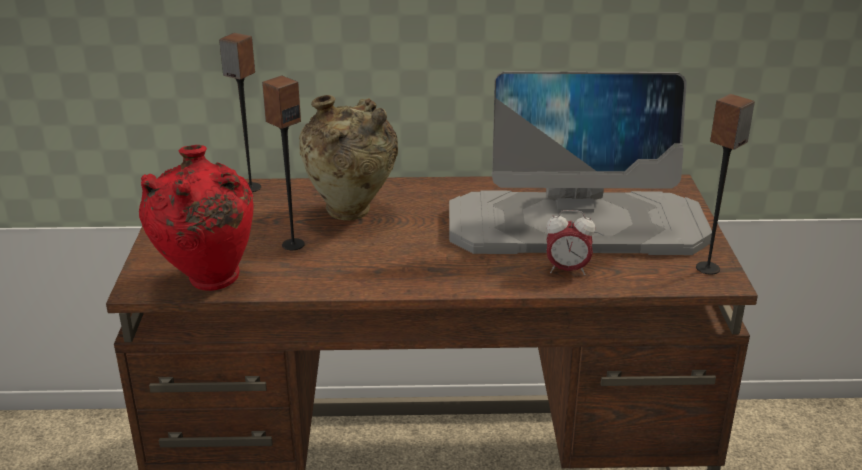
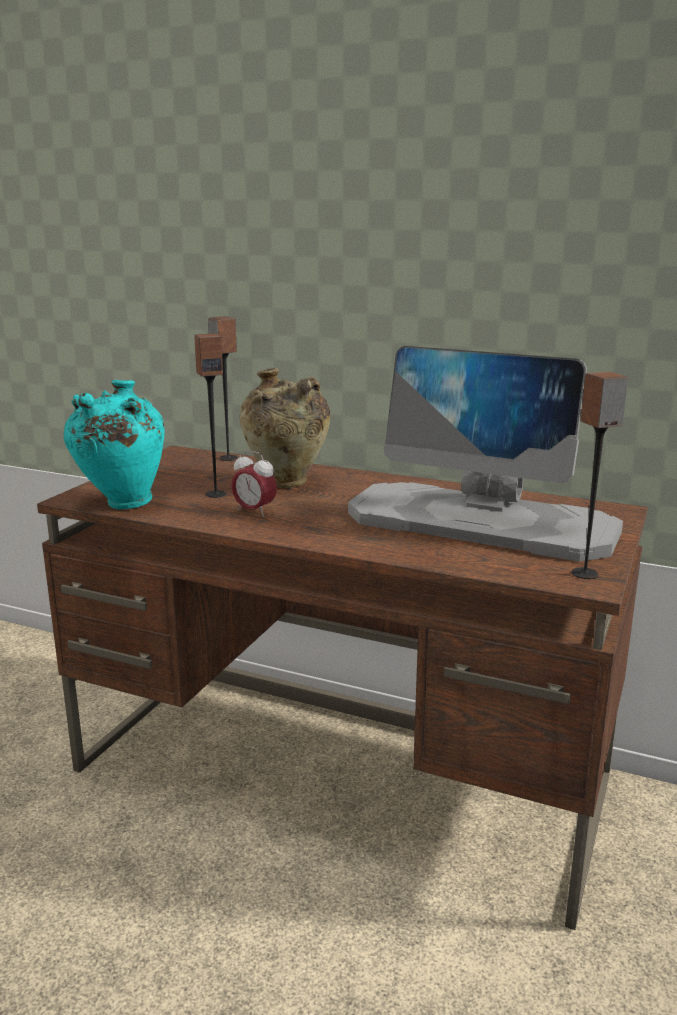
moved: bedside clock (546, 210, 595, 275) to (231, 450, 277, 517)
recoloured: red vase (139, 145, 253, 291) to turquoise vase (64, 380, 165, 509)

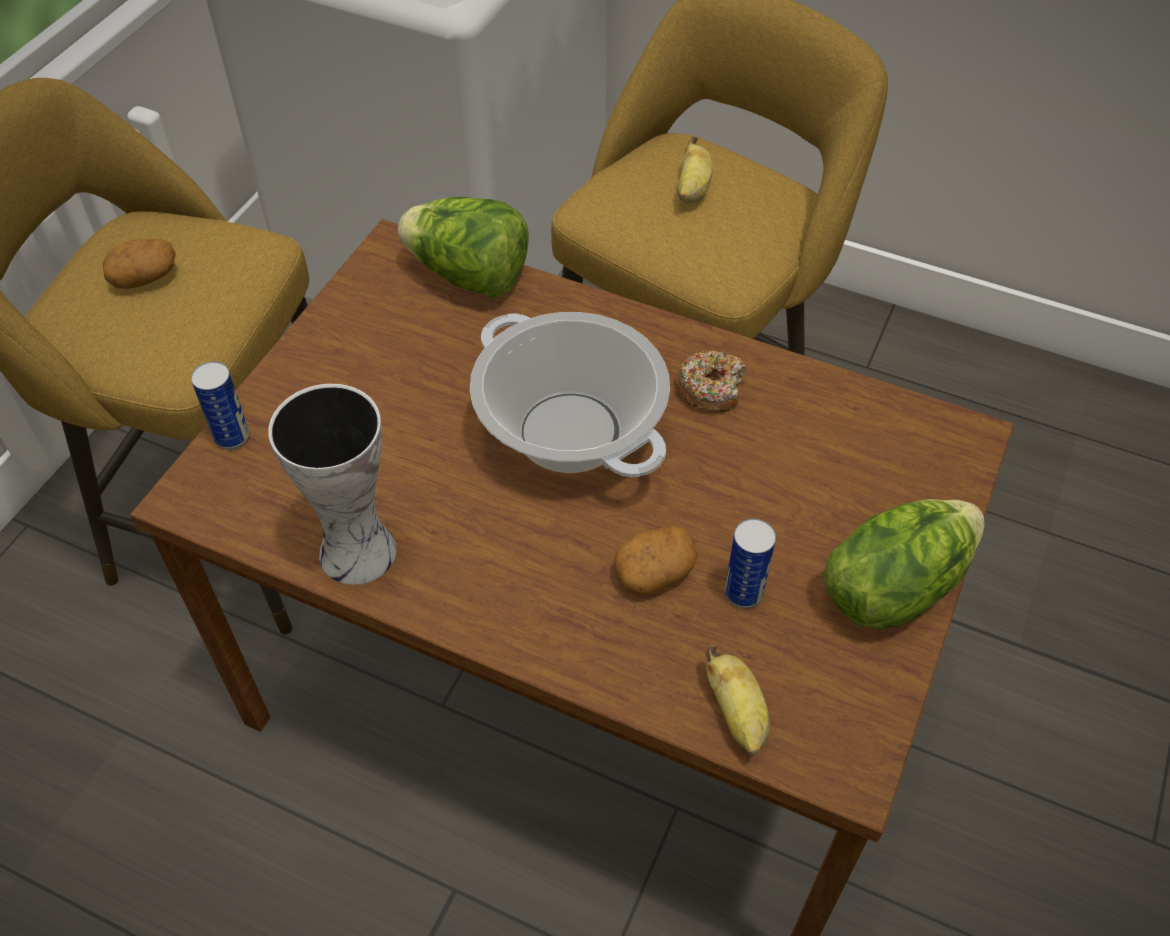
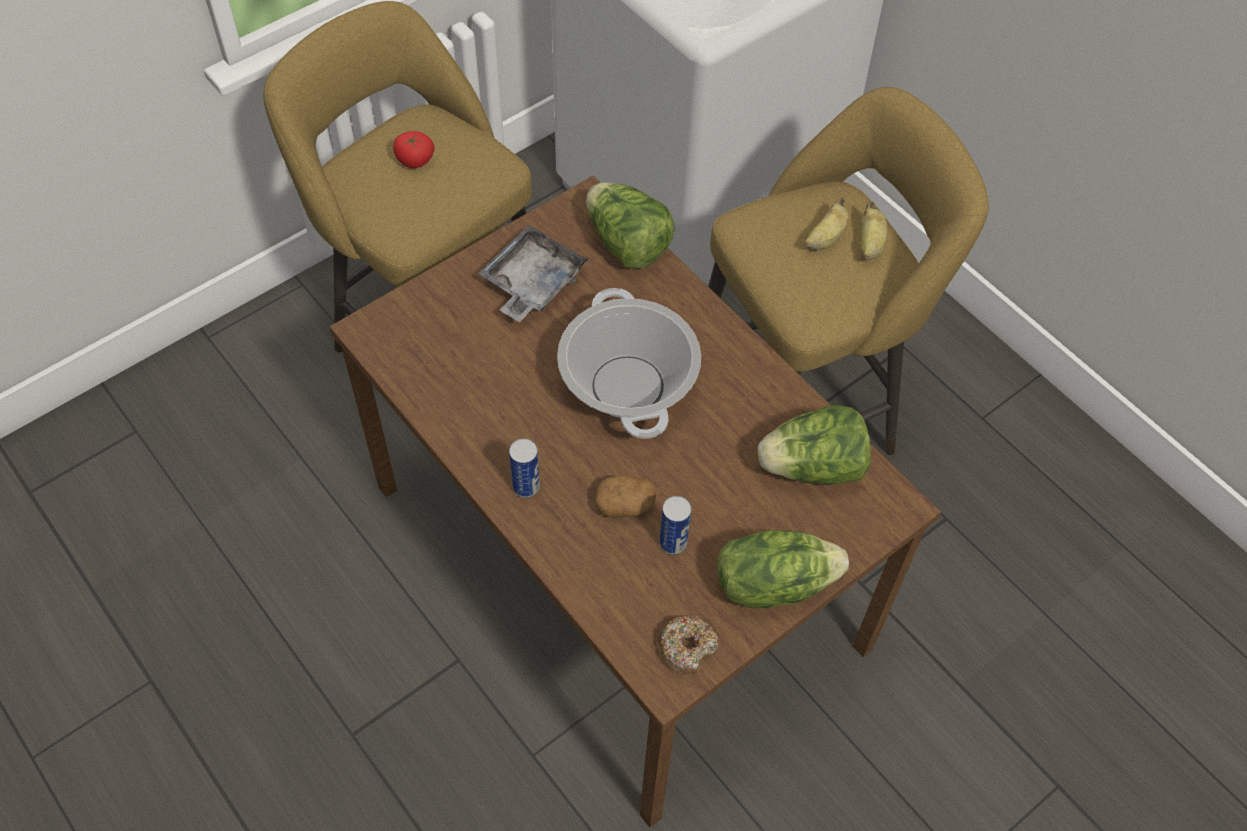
removed: vase (268, 384, 396, 585)
added: gray carrying tray (478, 225, 588, 322); head of lettuce (758, 404, 871, 485)
moved: sealed can (191, 362, 250, 450) to (509, 439, 540, 498); ring doughnut (675, 350, 746, 412) to (658, 616, 719, 675); whole banana (705, 645, 770, 756) to (860, 201, 887, 260)
replaced: spud (103, 239, 176, 289) to fresh tomato (393, 131, 435, 168)

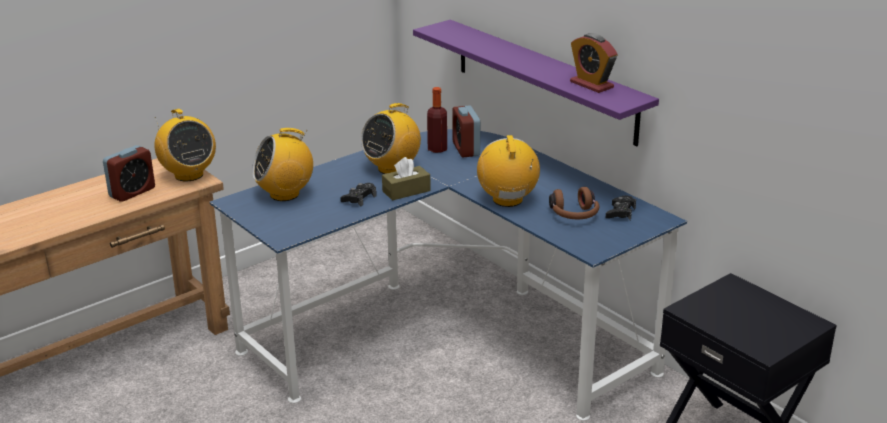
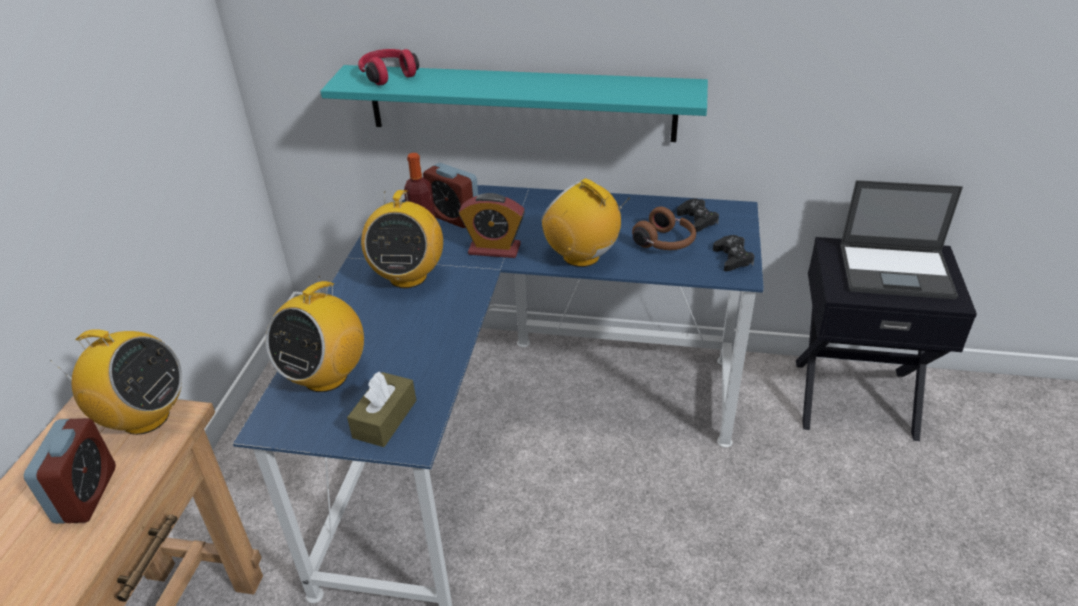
added: red pair of headphones (358, 49, 419, 85); portable computer (840, 180, 963, 300)
moved: black-coloured game controller (340, 183, 377, 207) to (713, 235, 755, 271); brown-coloured box of tissues (382, 157, 431, 200) to (347, 372, 416, 447); bedside clock (570, 33, 618, 93) to (459, 193, 525, 258)
recoloured: purple-coloured wall shelf (413, 20, 659, 146) to turquoise wall shelf (320, 65, 708, 142)

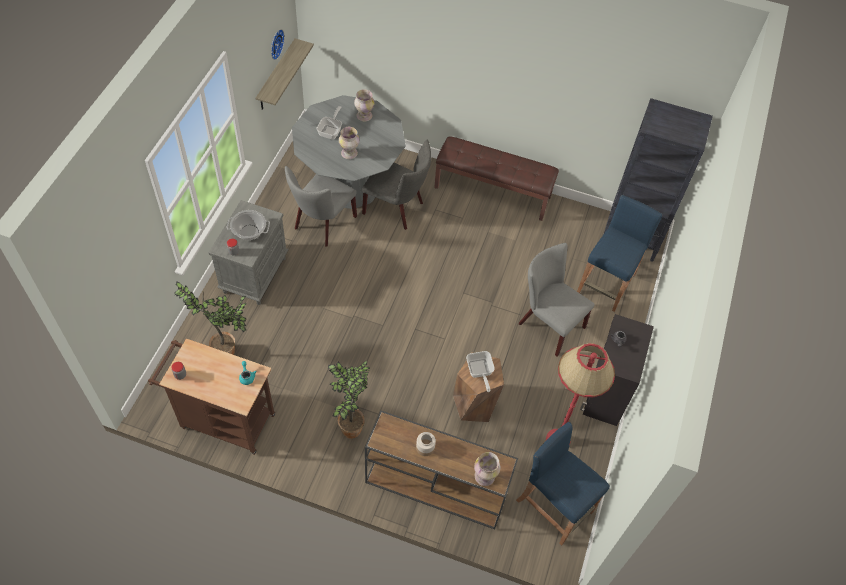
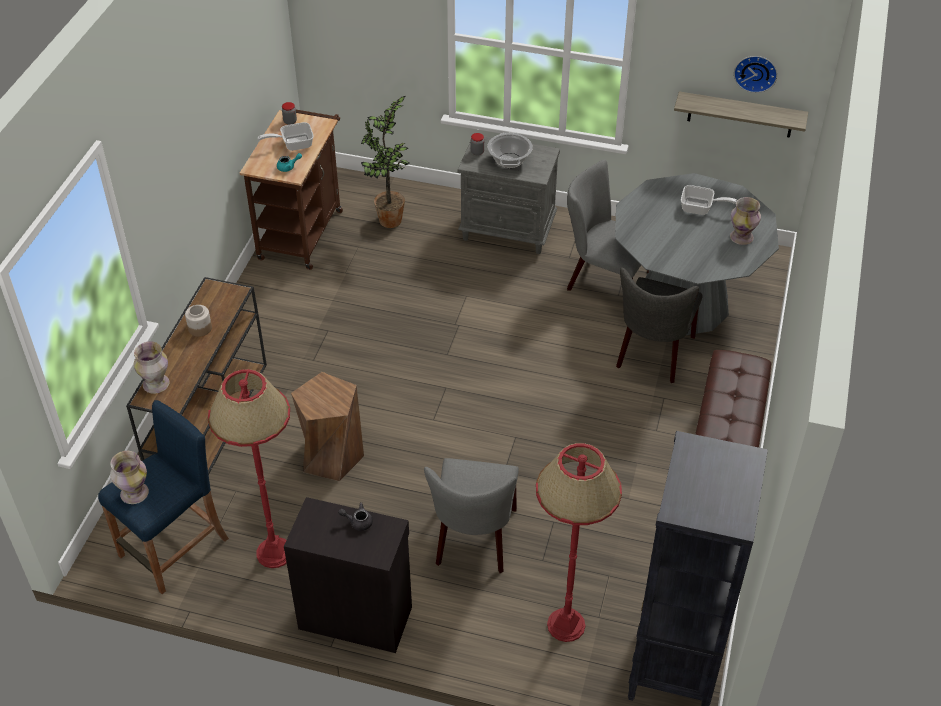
removed: houseplant (328, 361, 370, 439)
moved: vase (339, 127, 359, 159) to (110, 451, 149, 504); skillet (466, 351, 495, 392) to (257, 122, 314, 151)
replaced: blue-coloured sitting stool (577, 195, 662, 312) to red floor lamp (536, 443, 622, 642)
turned: gray plain chair (519, 243, 595, 357) = (424, 458, 519, 573) 150 degrees clockwise

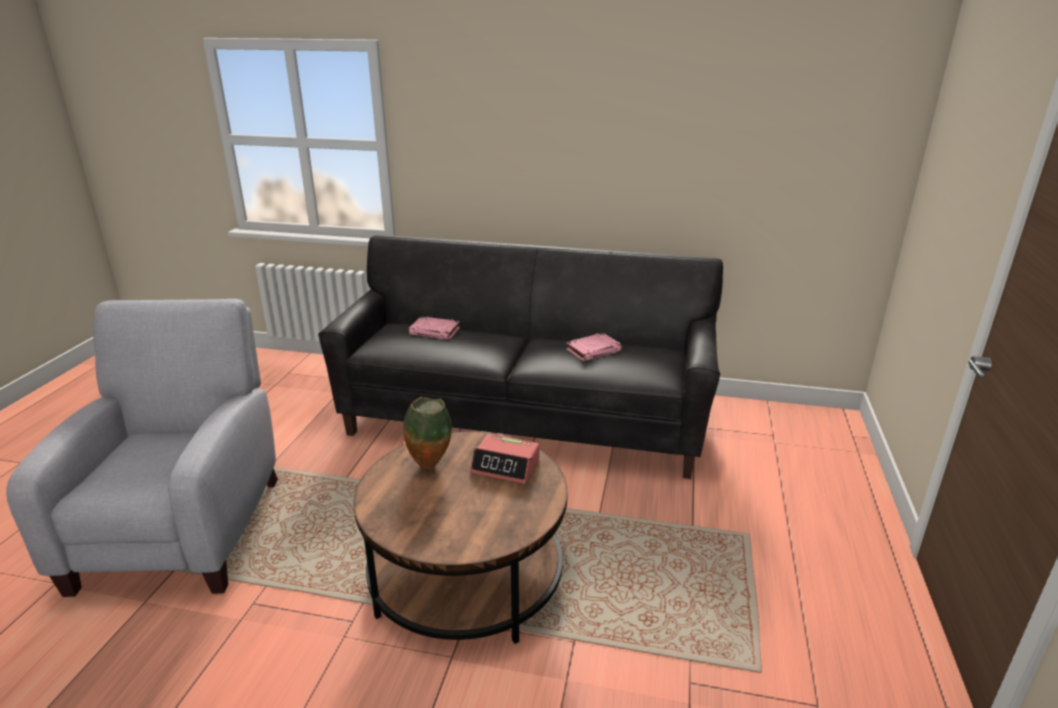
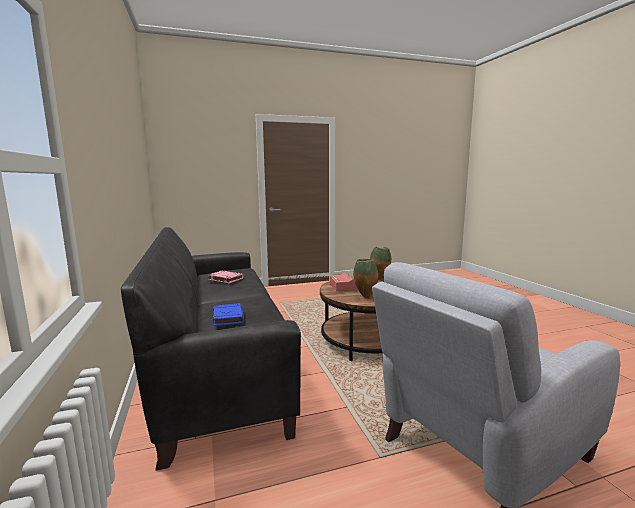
added: vase (370, 247, 391, 280)
recoloured: pink-coloured bound book (408, 316, 460, 340) to blue-coloured bound book (213, 303, 244, 326)

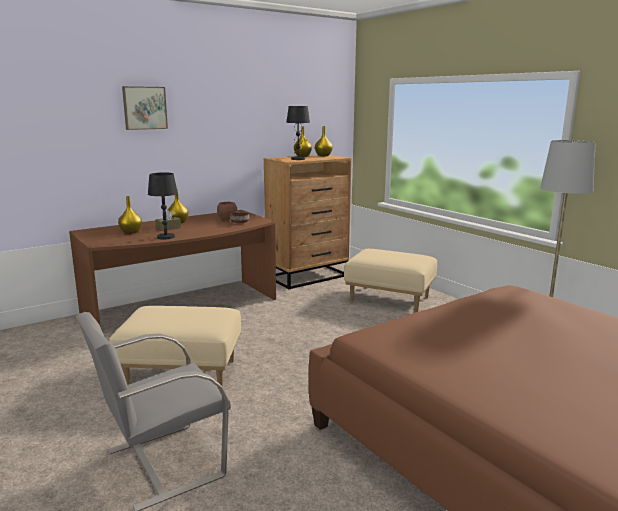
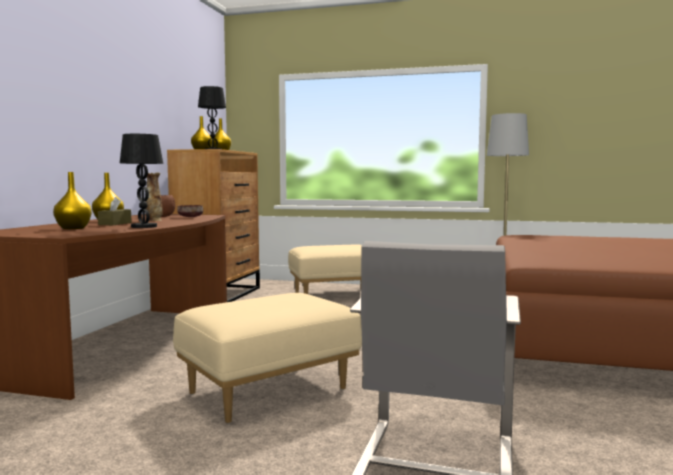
removed: wall picture (122, 86, 168, 130)
added: vase (145, 173, 163, 221)

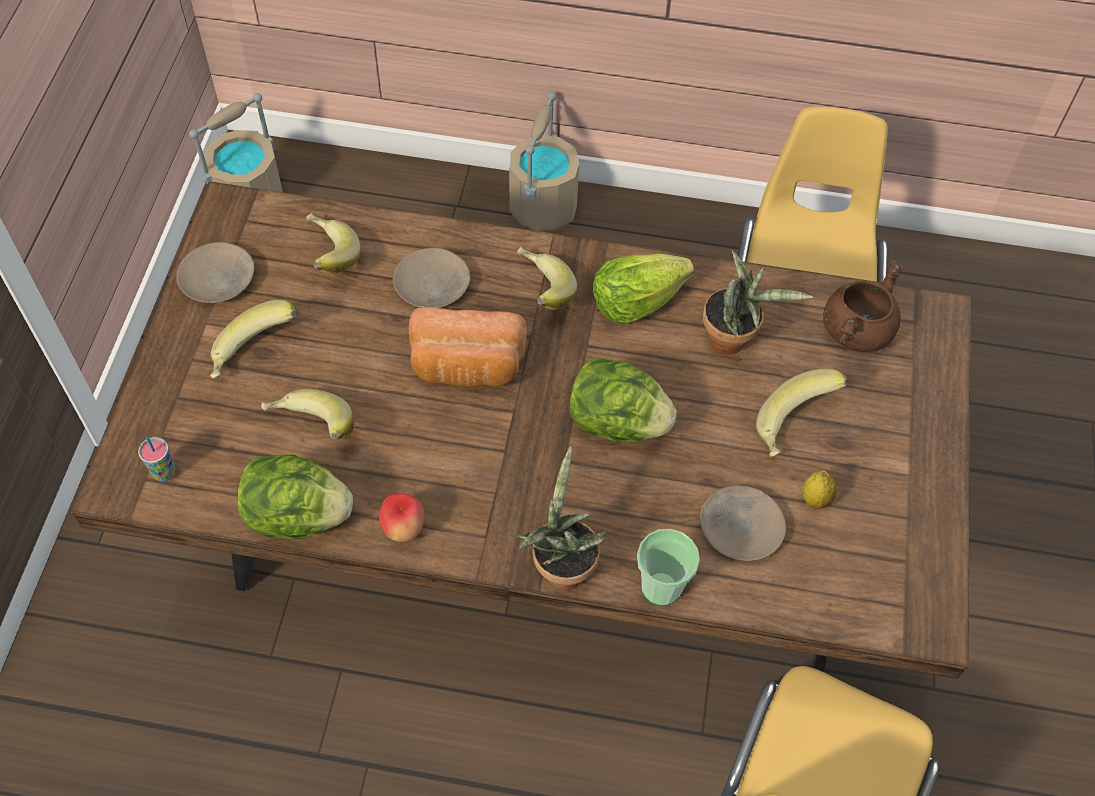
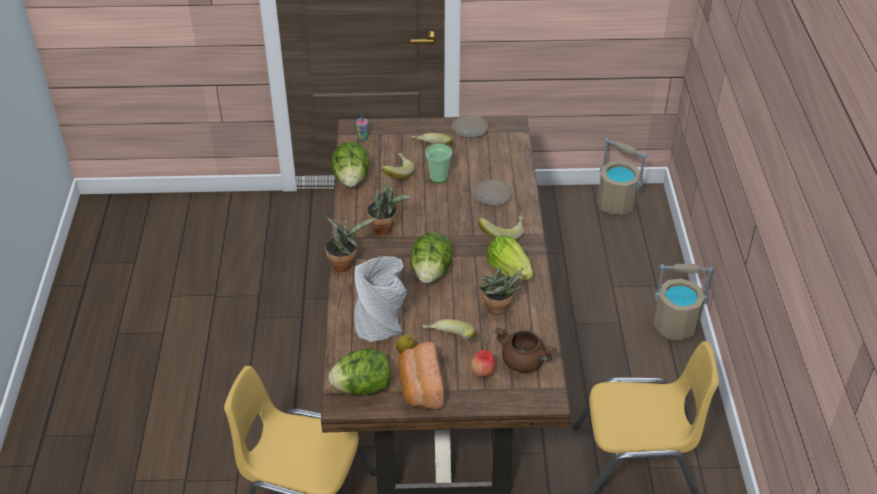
removed: whole banana (306, 213, 361, 274)
added: head of lettuce (329, 349, 391, 395); houseplant (367, 179, 413, 235)
moved: apple (379, 493, 424, 542) to (471, 350, 495, 377); baked bread (409, 307, 527, 387) to (398, 342, 444, 409); drinking cup (637, 529, 700, 606) to (425, 144, 452, 183)
replaced: beige-coloured dinner plate (700, 485, 786, 561) to gray vase (354, 256, 407, 342)

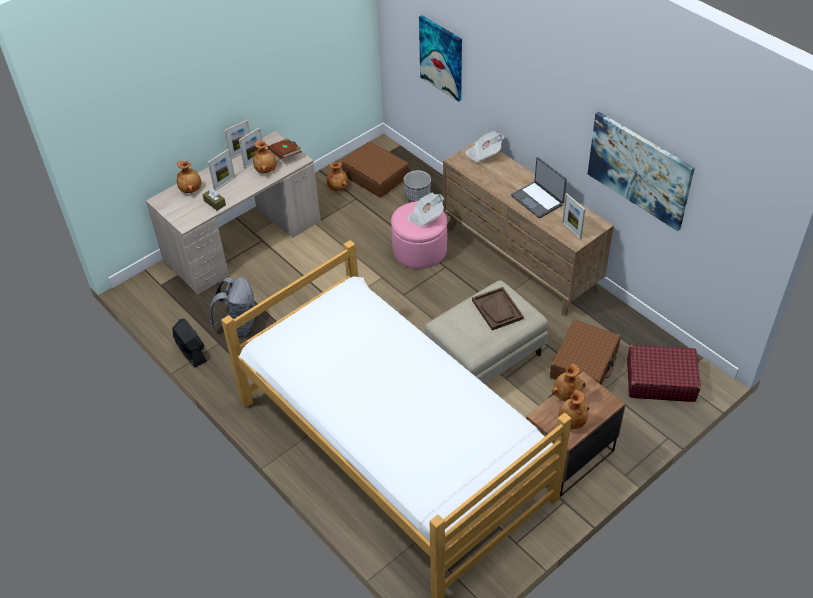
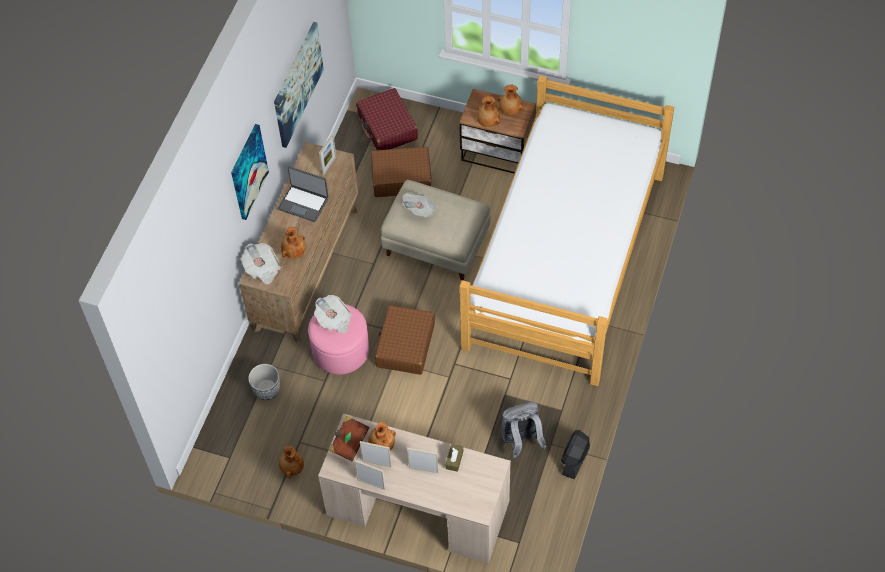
moved: brown-coloured vase (177, 161, 201, 193) to (281, 227, 305, 259); brown-coloured travel case (341, 141, 409, 198) to (375, 305, 435, 375); wall picture (419, 15, 462, 102) to (231, 124, 269, 220)
replaced: brown-coloured carrying tray (472, 287, 524, 330) to daily paper (402, 192, 440, 218)
turned: portable computer (511, 157, 567, 218) = (278, 166, 329, 222) 90 degrees clockwise

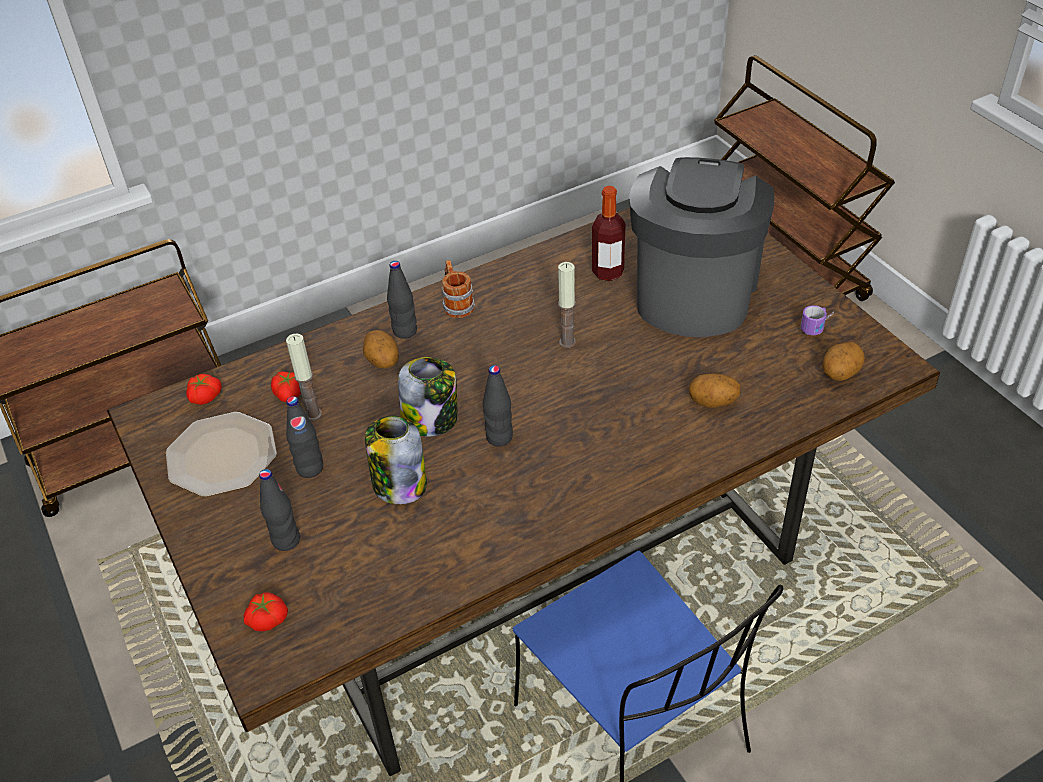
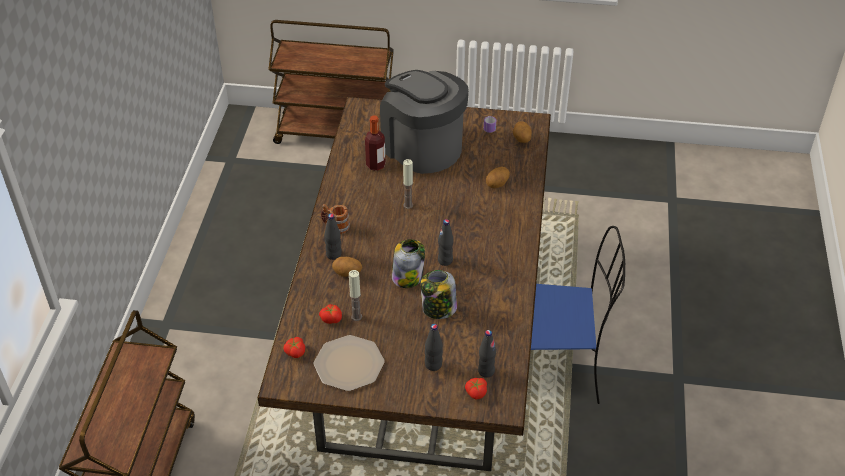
moved: black-coloured drink bottle (286, 396, 323, 478) to (478, 330, 496, 378)

